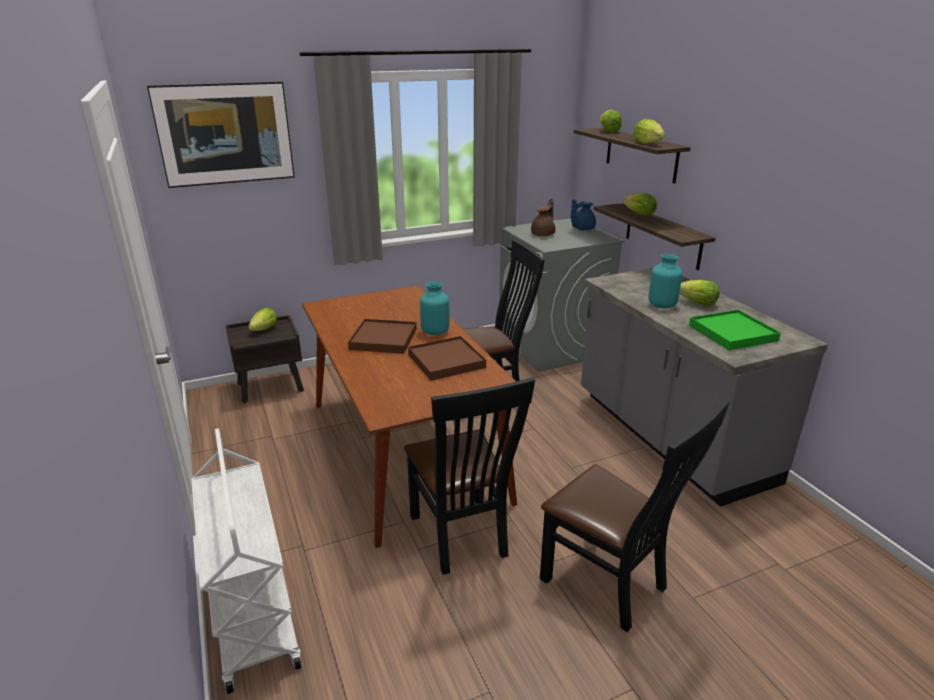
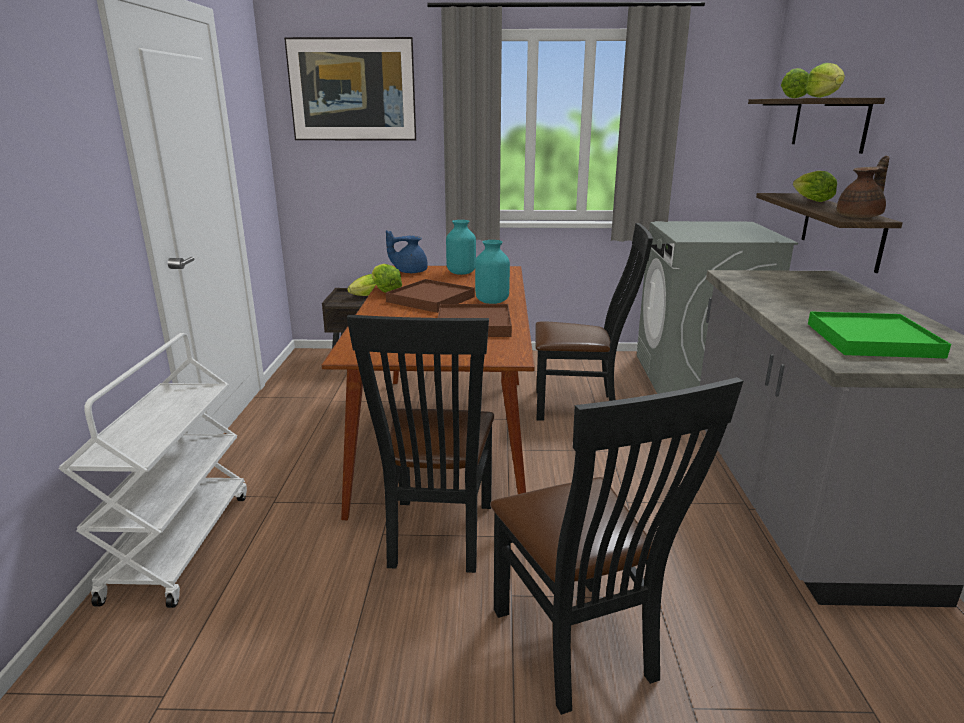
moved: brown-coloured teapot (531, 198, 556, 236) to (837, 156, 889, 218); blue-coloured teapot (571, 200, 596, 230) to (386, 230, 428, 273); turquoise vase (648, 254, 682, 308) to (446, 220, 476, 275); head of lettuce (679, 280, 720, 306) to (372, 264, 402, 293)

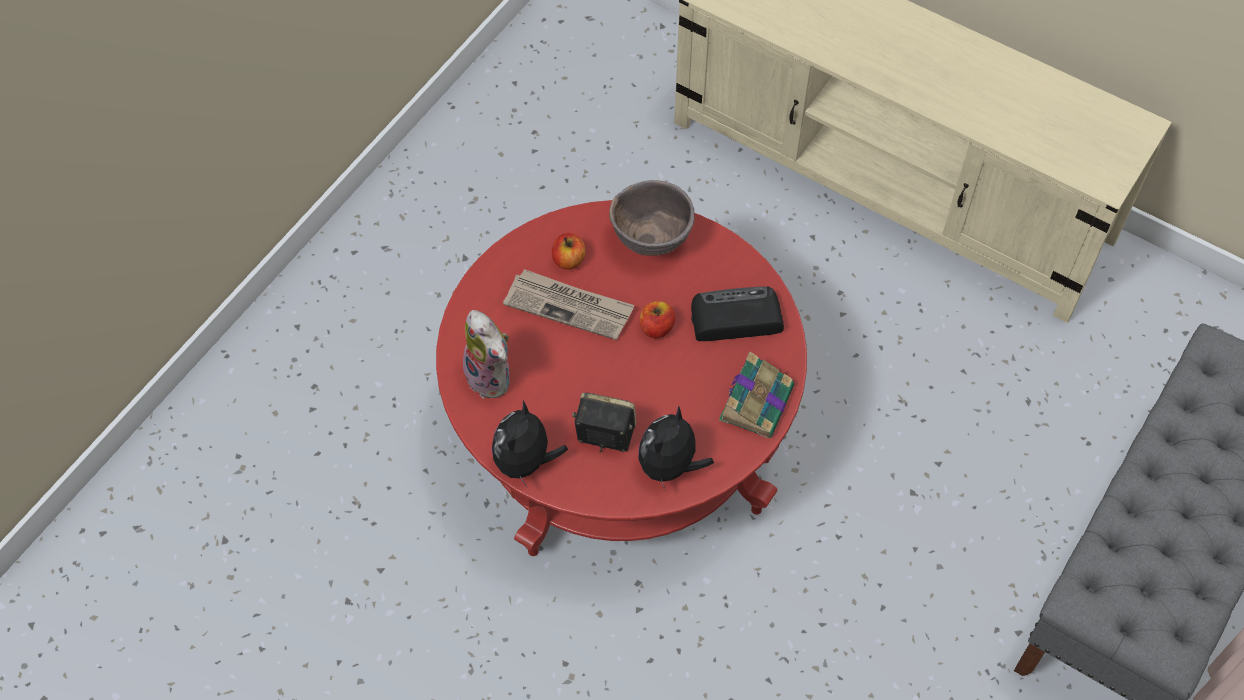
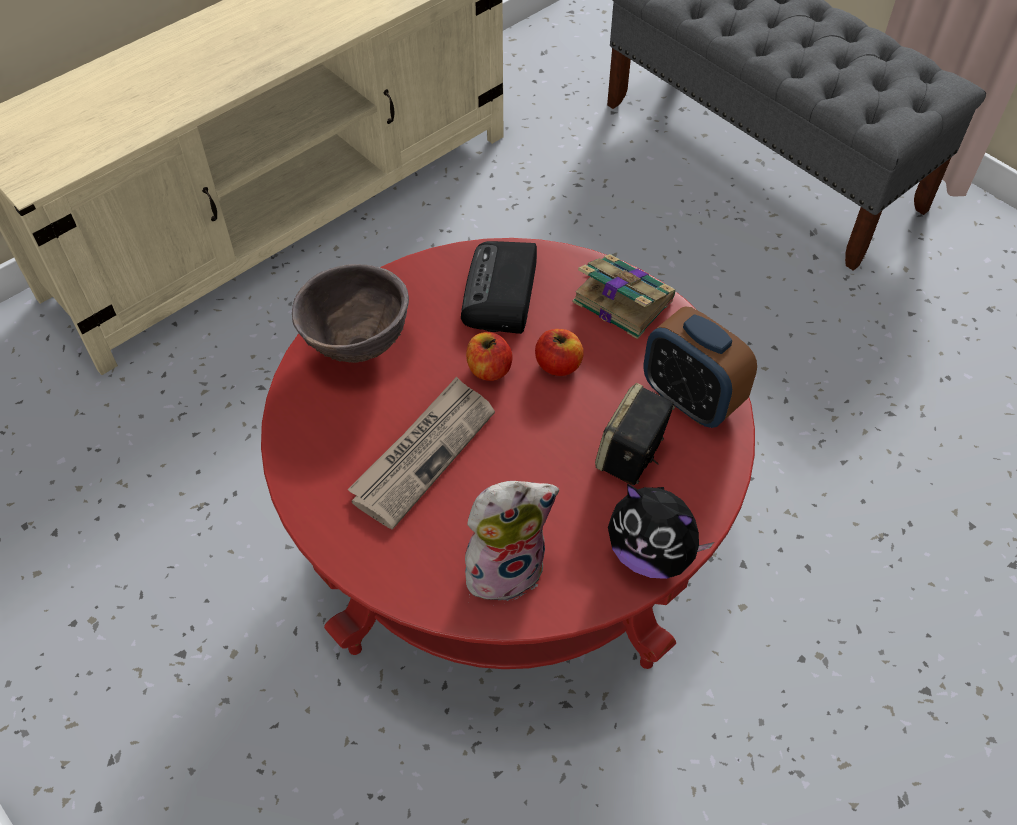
moved: apple (552, 233, 586, 270) to (535, 329, 584, 376)
replaced: soft toy (638, 406, 714, 491) to bedside clock (643, 306, 757, 428)

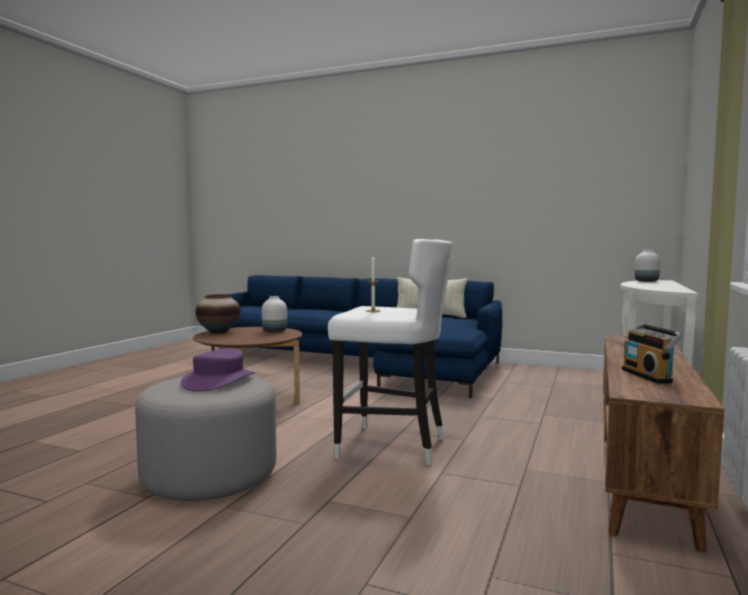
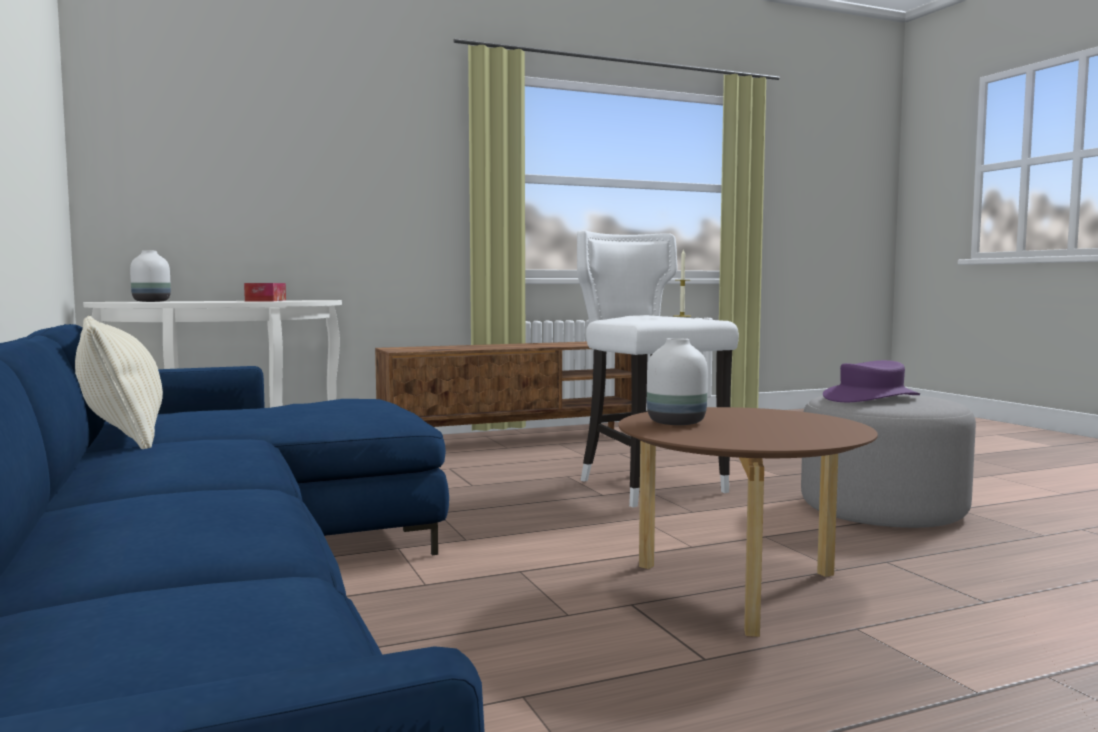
removed: vase (195, 294, 241, 334); radio set (622, 323, 683, 384)
added: box of tissues (244, 283, 286, 301)

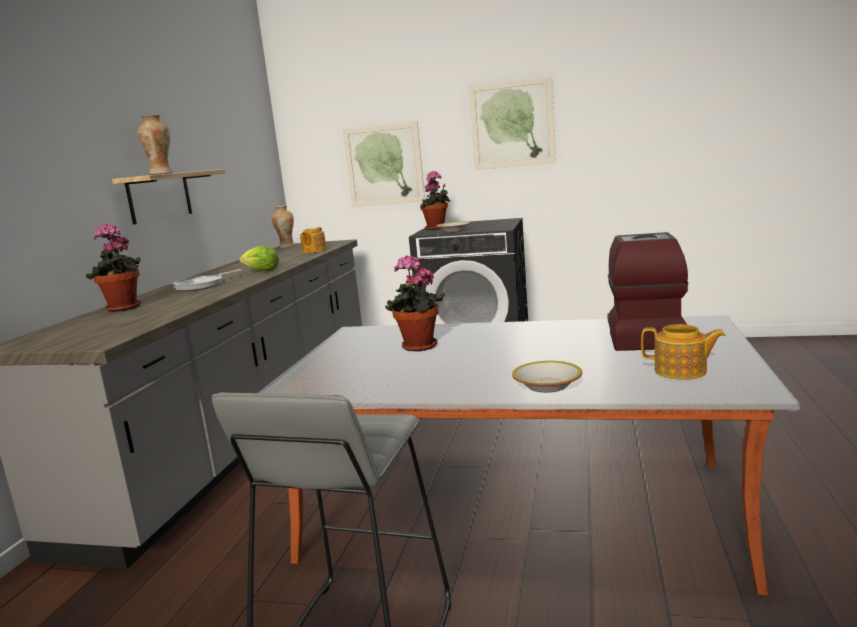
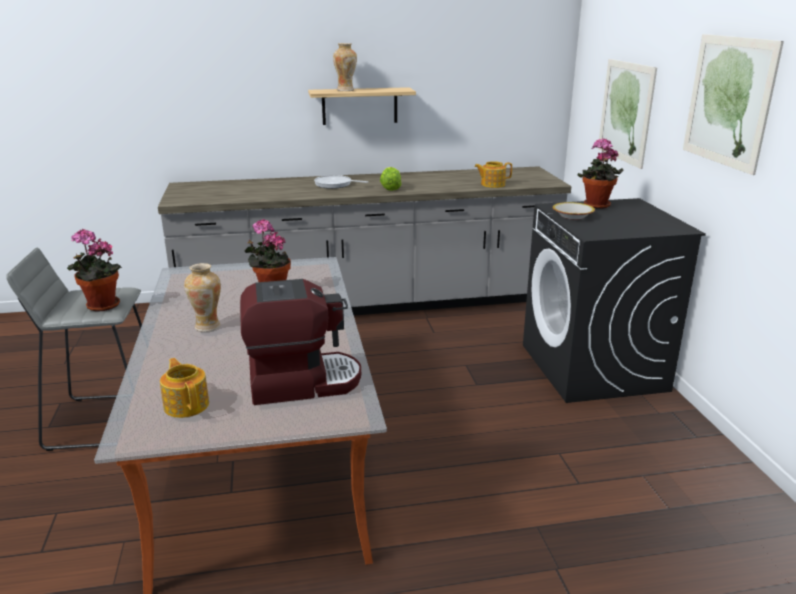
removed: serving bowl (512, 361, 582, 392)
moved: houseplant (86, 223, 141, 312) to (67, 229, 122, 312); vase (271, 205, 295, 248) to (184, 263, 221, 332)
turned: teapot (641, 324, 726, 380) = (160, 358, 209, 418) 150 degrees clockwise

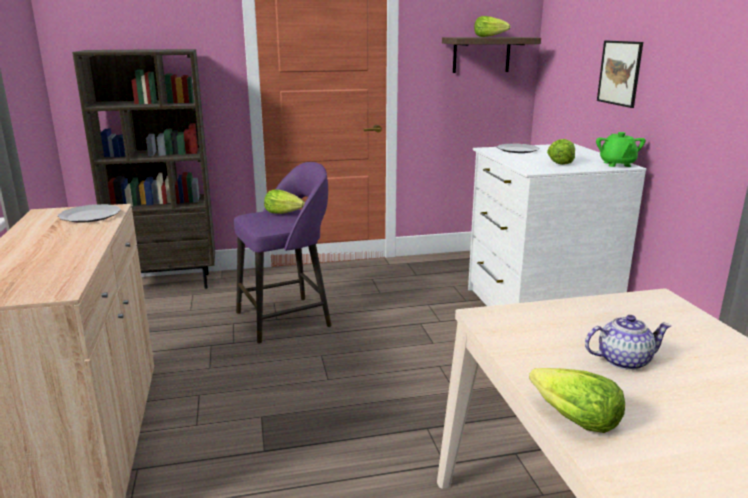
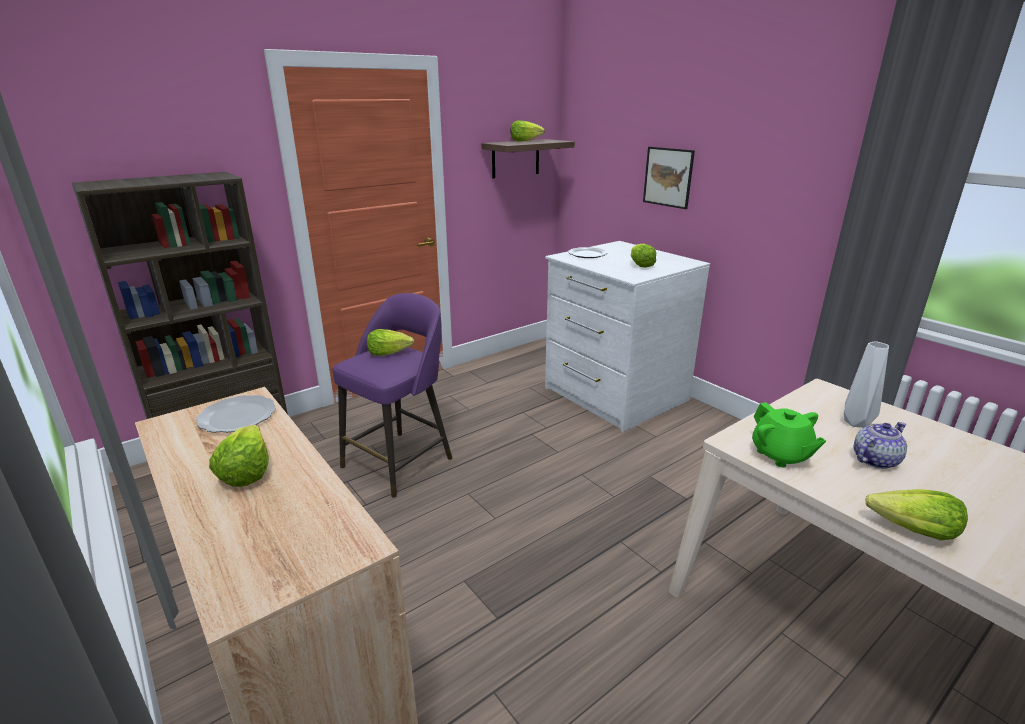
added: head of lettuce (209, 425, 269, 487); whitish vase (844, 341, 889, 428)
moved: green-coloured teapot (596, 132, 646, 167) to (752, 402, 826, 467)

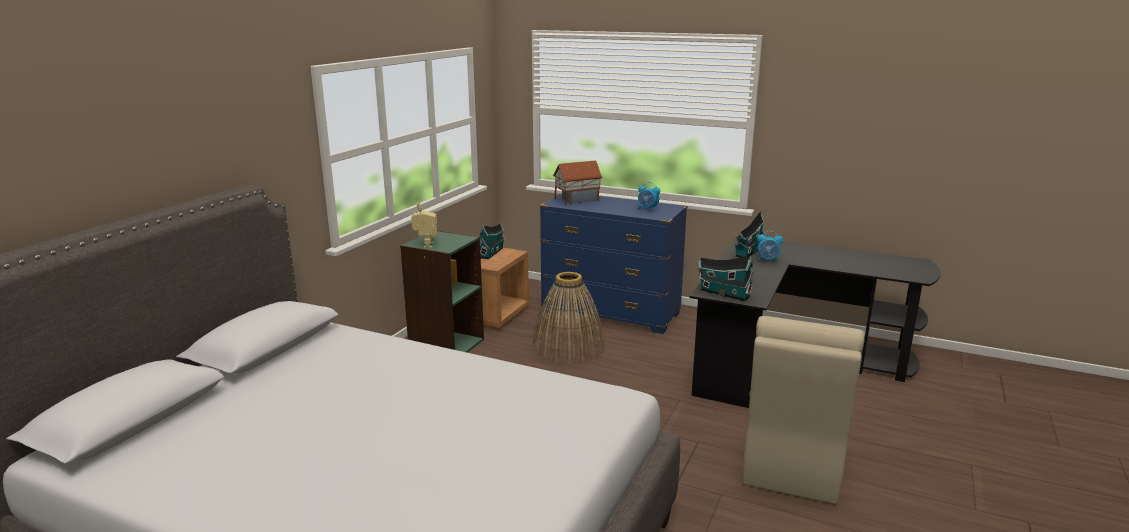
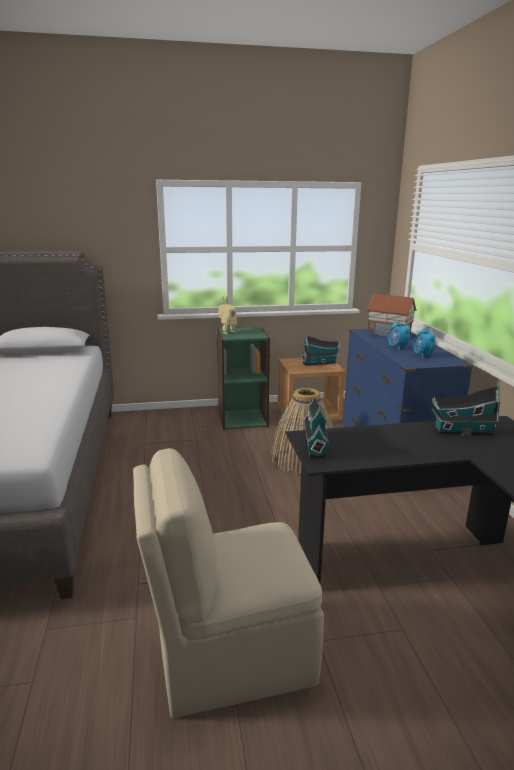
moved: bedside clock (757, 231, 783, 262) to (388, 320, 410, 350)

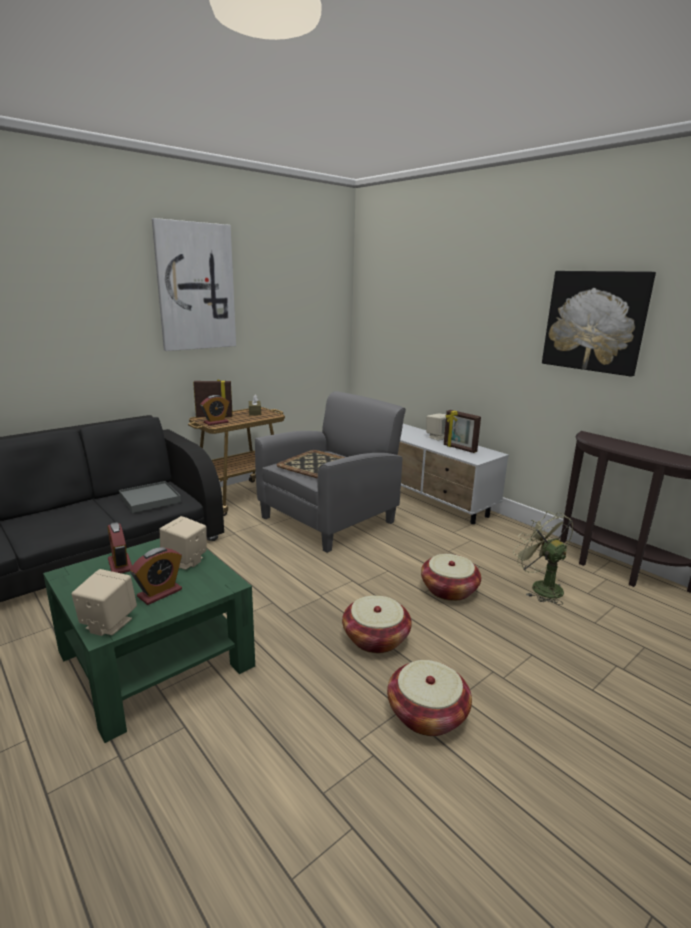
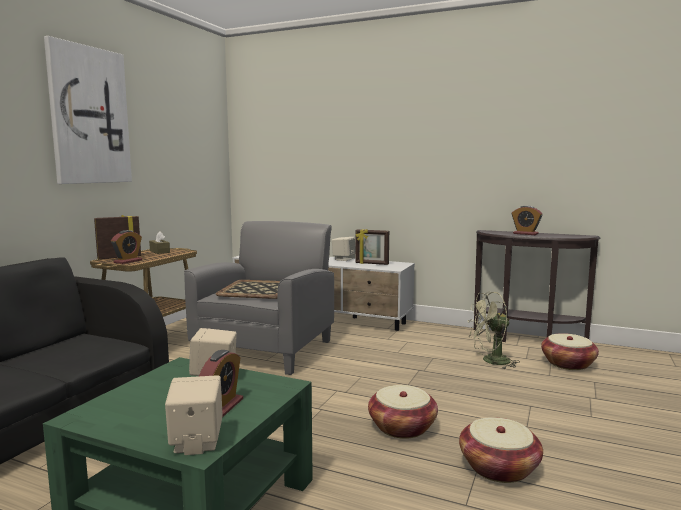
removed: gray carrying tray (119, 481, 181, 513); wall picture (542, 271, 656, 376)
moved: bedside clock (108, 522, 132, 573) to (512, 206, 543, 235); storage basket (421, 554, 481, 601) to (541, 333, 599, 370)
turned: green-coloured fan (513, 511, 573, 605) = (468, 292, 520, 369) 45 degrees counterclockwise

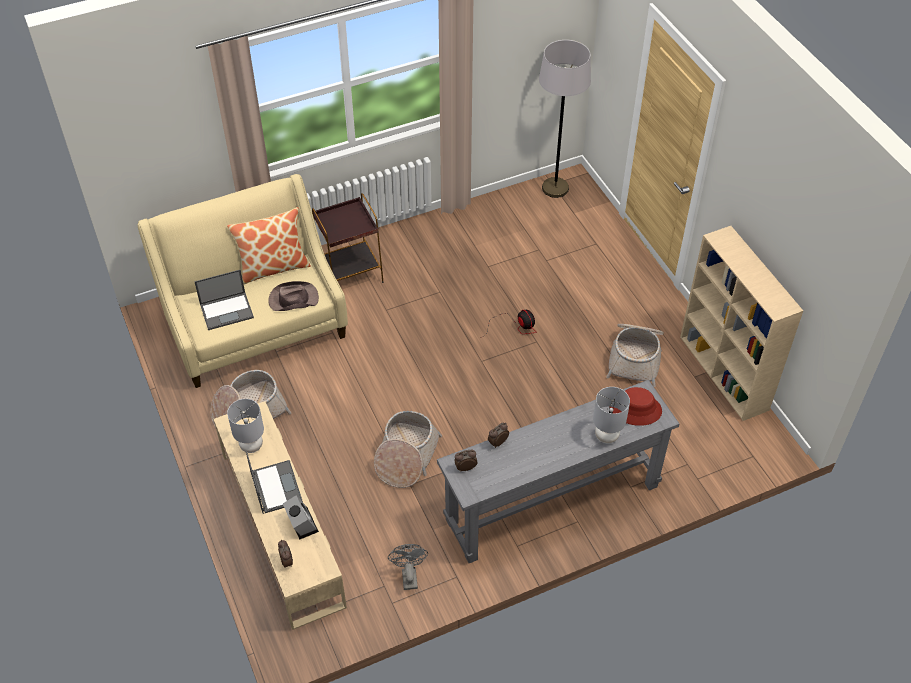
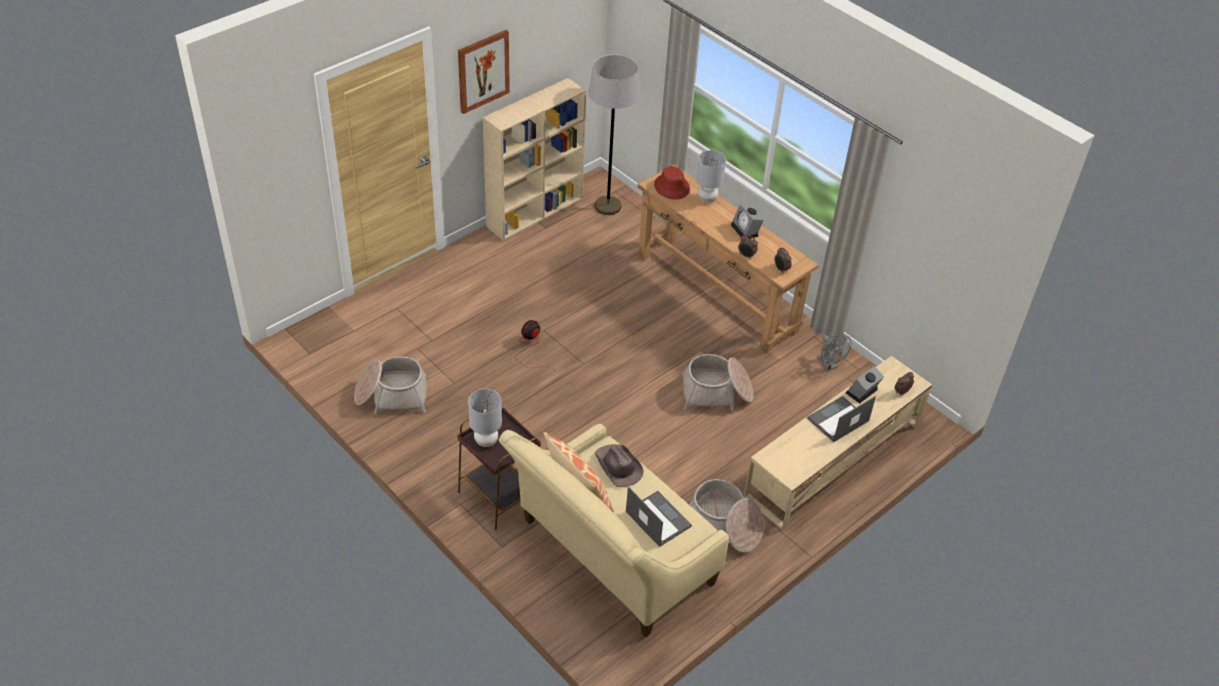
added: wall picture (458, 30, 510, 114); bedside clock (731, 204, 764, 239)
moved: gray table lamp (227, 399, 264, 453) to (468, 389, 502, 447); gray floor lamp (539, 40, 591, 198) to (589, 54, 640, 215); storage basket (606, 324, 664, 387) to (354, 356, 428, 415)
recoloured: gray hall table (437, 380, 679, 563) to brown-coloured hall table (637, 165, 819, 354)
turned: gray fan (388, 544, 428, 590) = (818, 334, 851, 370) 90 degrees counterclockwise

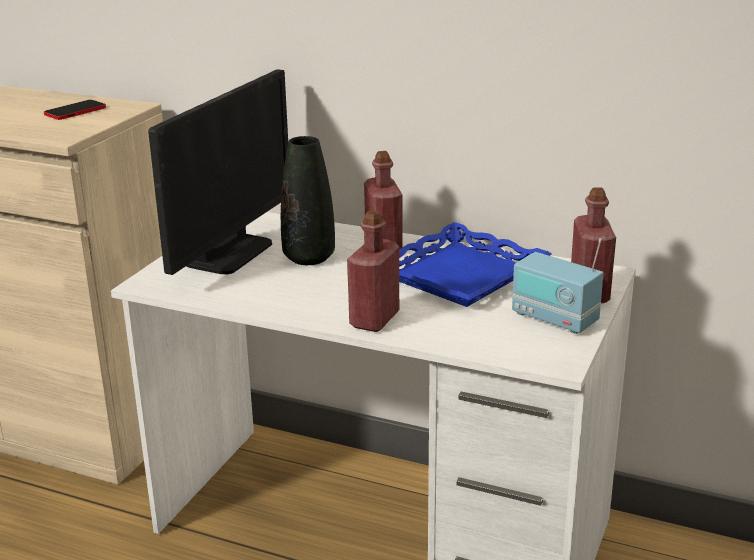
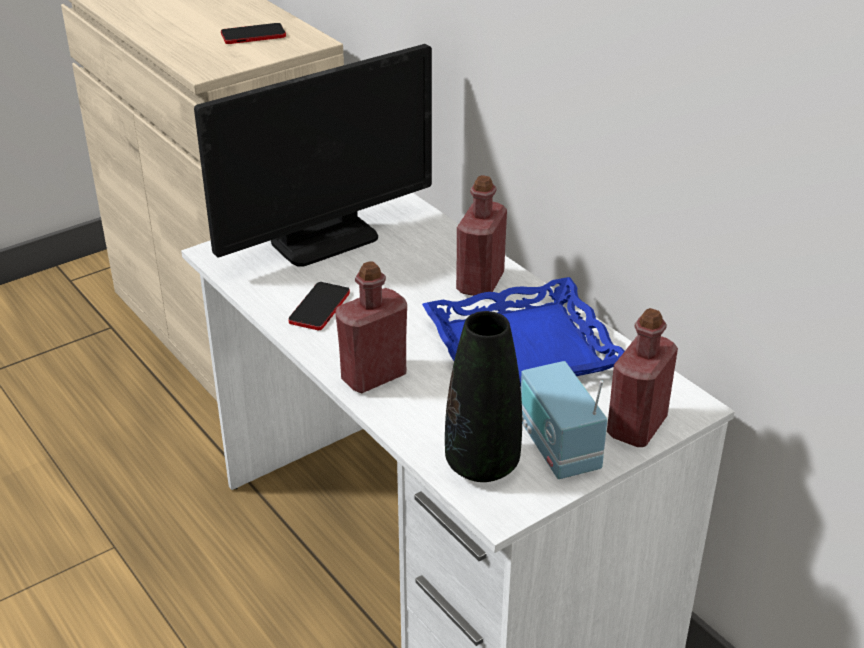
added: telephone (289, 282, 350, 331)
moved: black-coloured vase (281, 136, 335, 265) to (445, 311, 522, 482)

